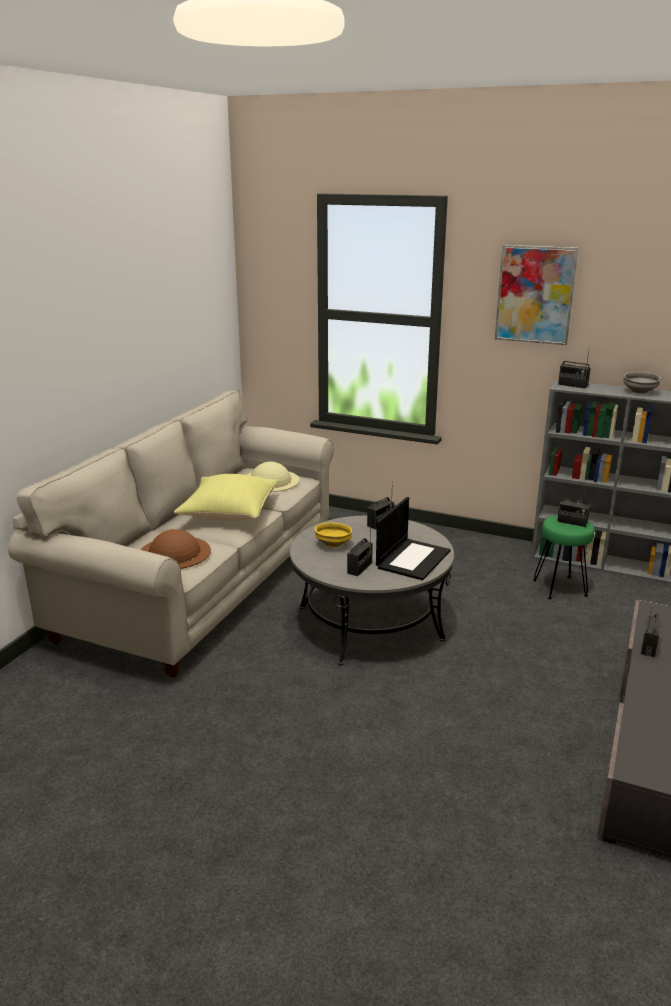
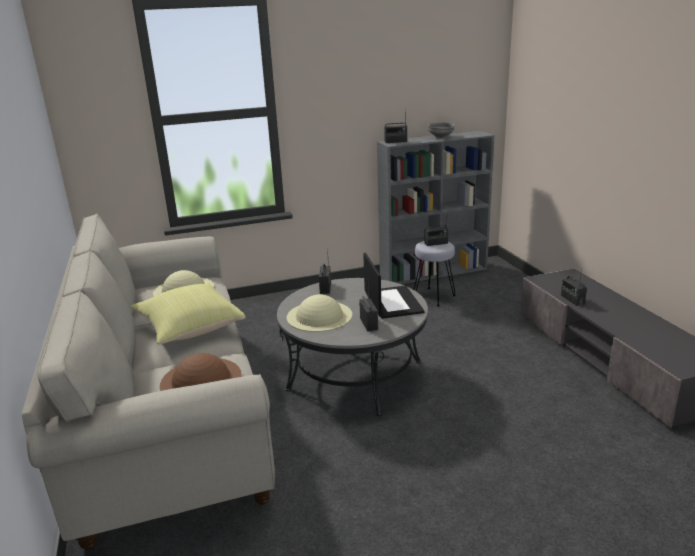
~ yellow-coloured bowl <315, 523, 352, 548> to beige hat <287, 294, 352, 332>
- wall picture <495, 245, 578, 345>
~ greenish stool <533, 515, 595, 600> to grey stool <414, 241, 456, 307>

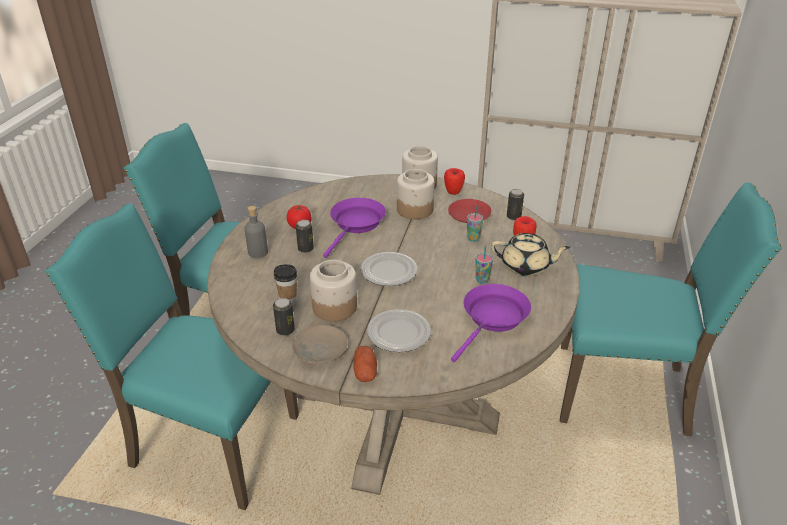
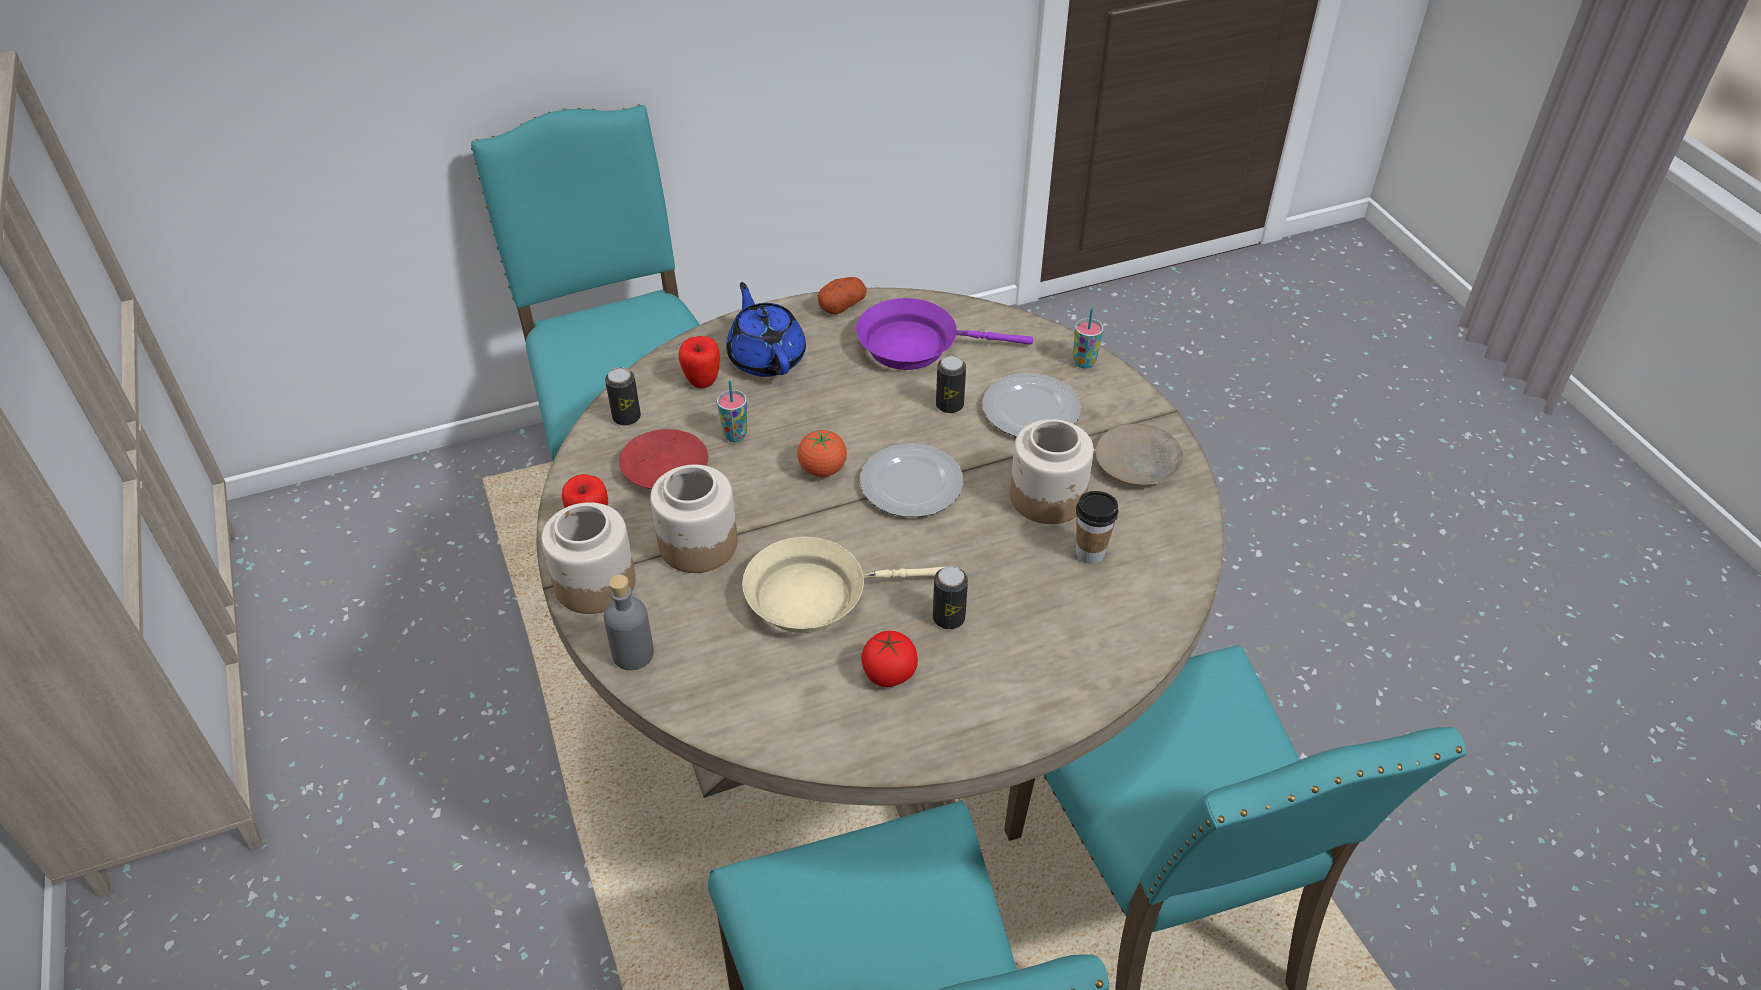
~ grey drink bottle <244, 206, 268, 258> to <604, 575, 654, 670>
~ metal can <273, 298, 295, 336> to <936, 355, 966, 413>
~ purple frying pan <323, 198, 386, 258> to beige frying pan <742, 537, 944, 633>
~ potato <353, 346, 377, 382> to <817, 277, 867, 314>
~ small cup <475, 246, 493, 284> to <1073, 308, 1104, 369>
~ beige tea pot <491, 233, 570, 276> to bluish tea pot <726, 282, 806, 377>
+ whole tomato <797, 430, 847, 477>

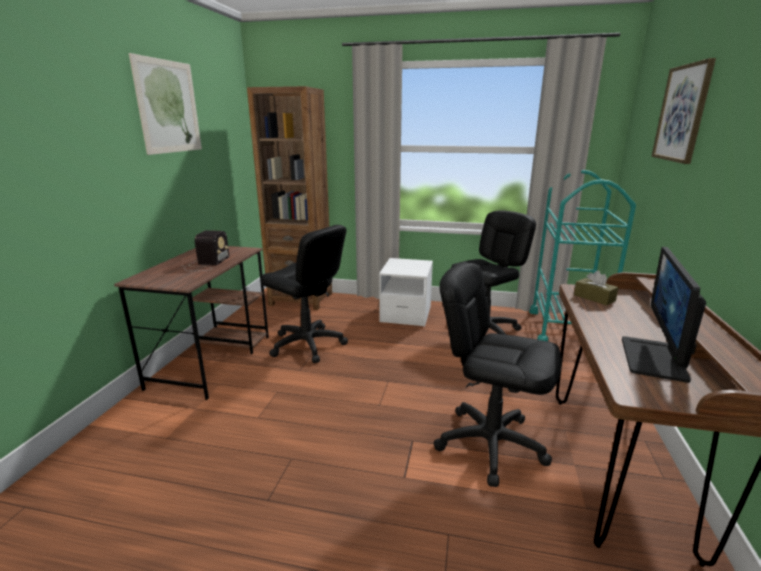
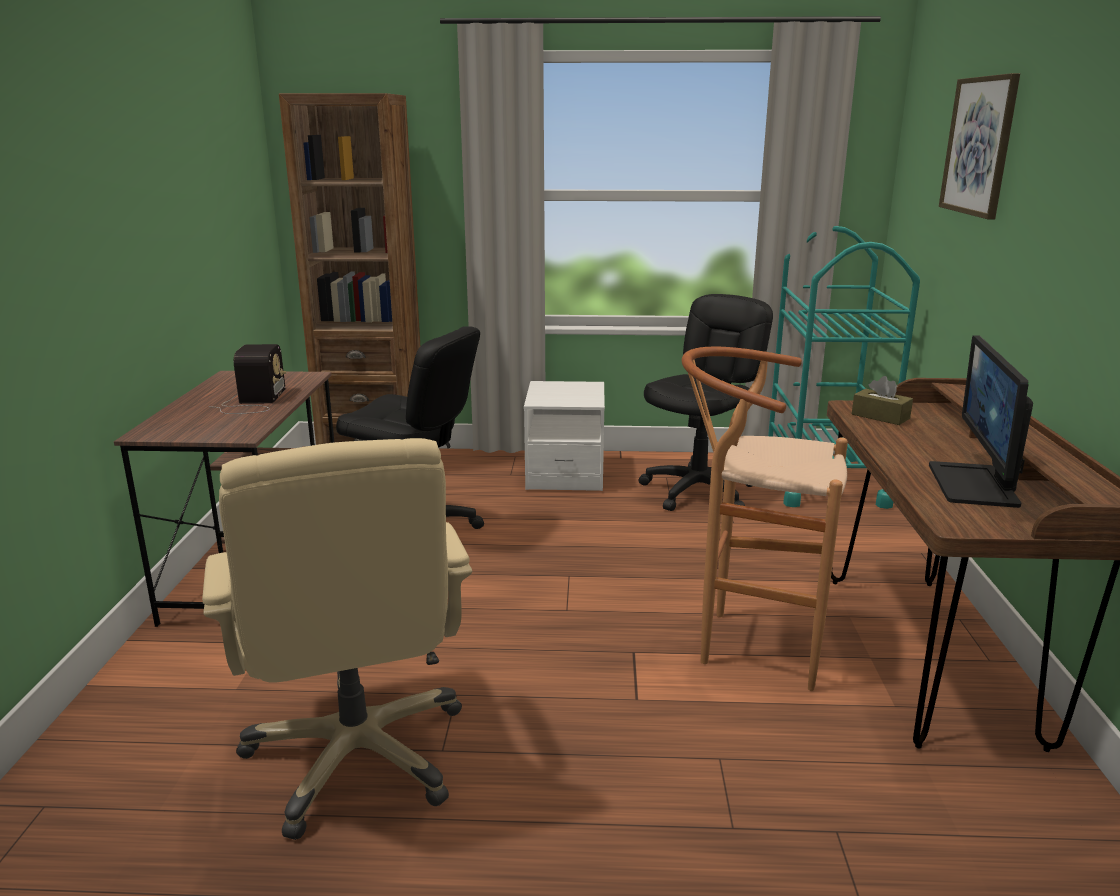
- wall picture <129, 53, 202, 155>
~ blackish office chair <434, 262, 562, 487> to brown stool <682, 347, 848, 691>
+ beige office chair <202, 438, 472, 840>

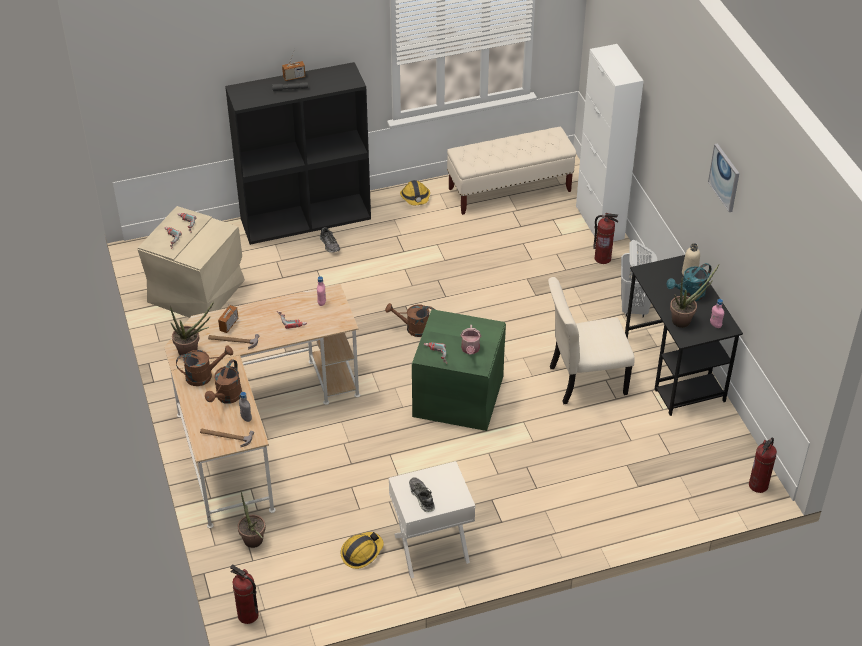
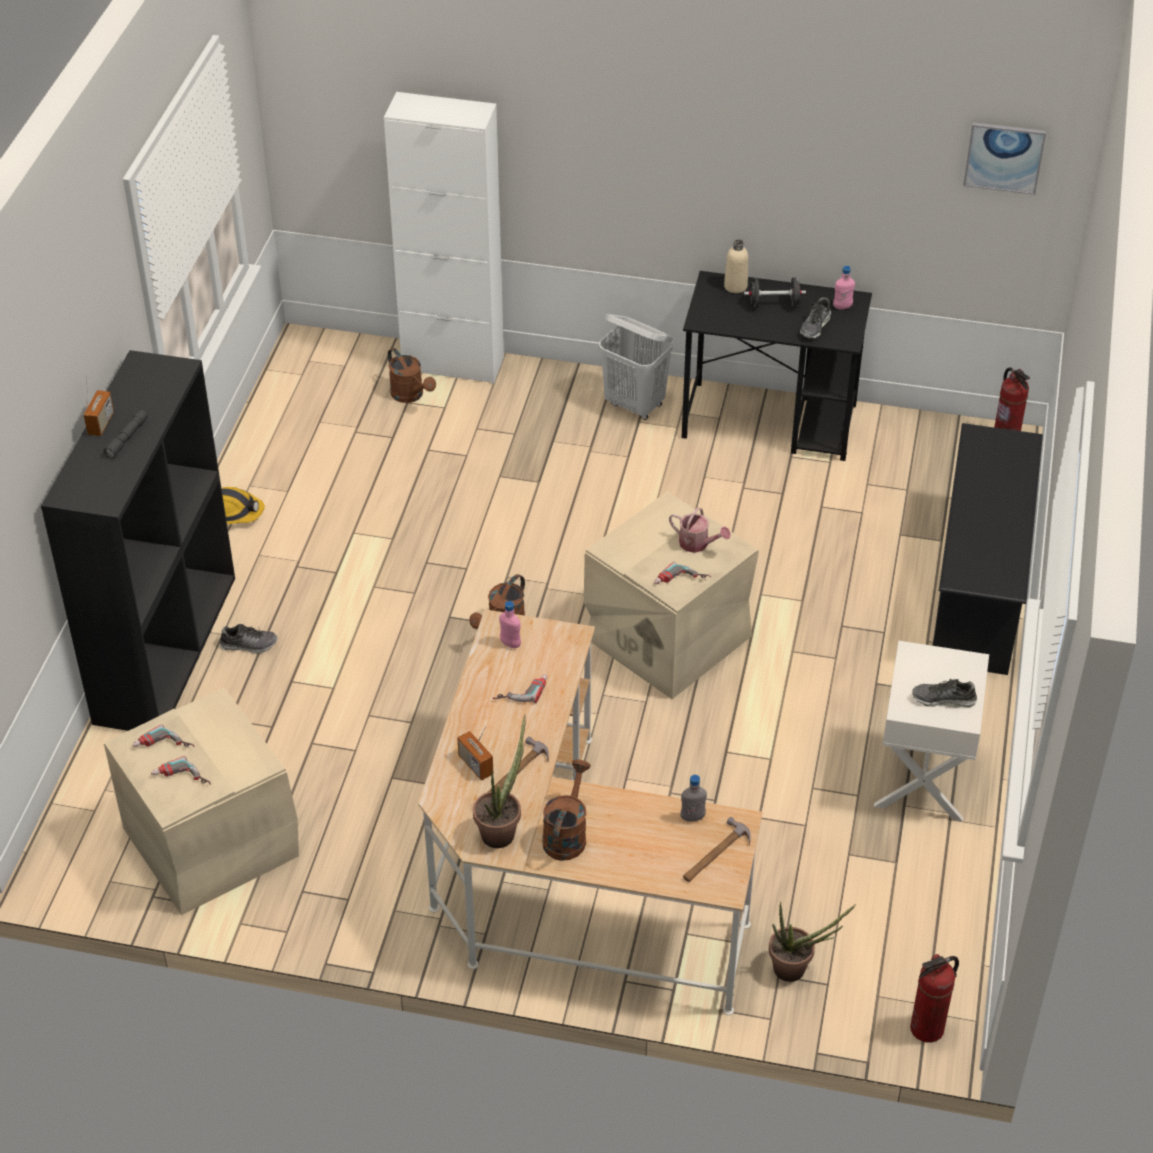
~ brown watering can <205, 359, 242, 404> to <388, 348, 436, 403>
- safety helmet <341, 532, 384, 569>
~ greenish storage bin <412, 309, 506, 431> to beige storage bin <584, 492, 759, 699>
- beige indoor bench <447, 127, 576, 215>
- beige upright chair <548, 277, 635, 405>
- fire extinguisher <593, 213, 618, 264>
~ blue-green watering can <666, 263, 711, 301> to blackish hand weight <744, 278, 806, 308>
~ houseplant <670, 265, 719, 328> to low shoe <800, 297, 831, 339>
~ wall picture <708, 143, 739, 212> to <963, 122, 1046, 195>
+ blackish shoe rack <932, 423, 1043, 675>

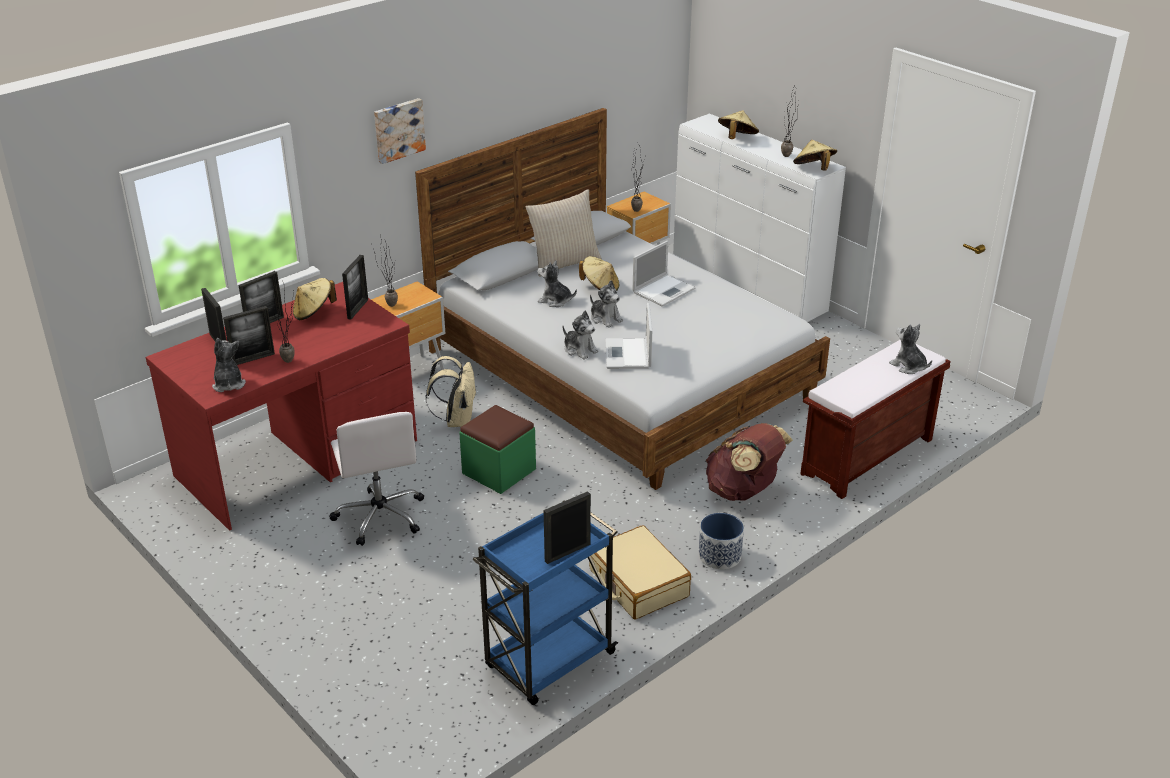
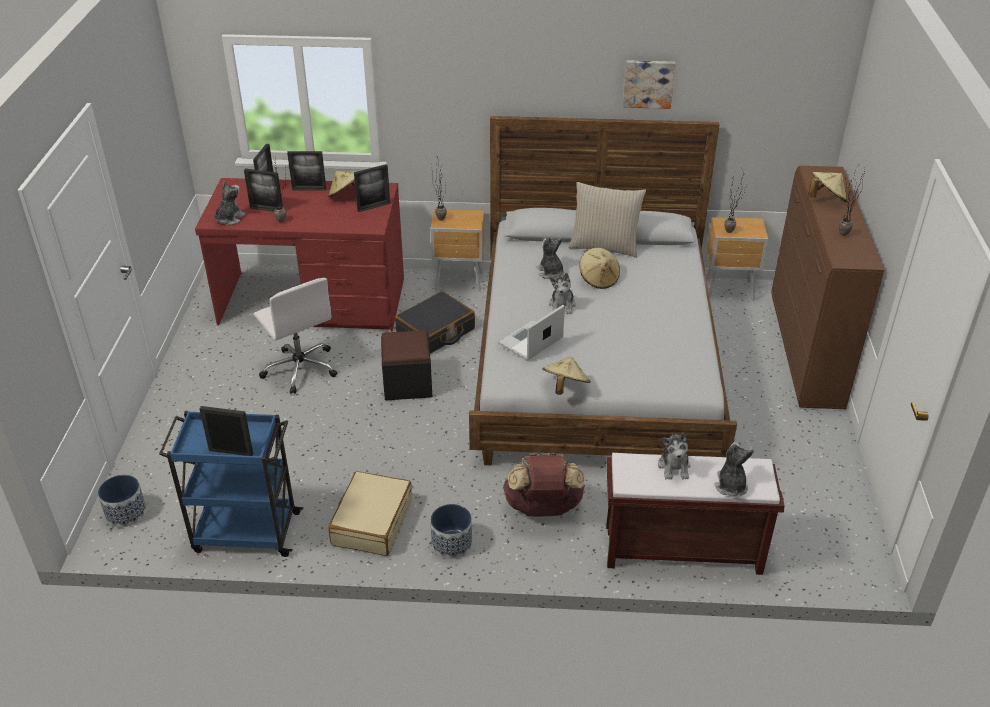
~ white office chair <329, 412, 424, 546> = <254, 278, 337, 394> 60 degrees counterclockwise
~ wall picture <374, 98, 426, 164> to <623, 60, 676, 109>
~ beige rucksack <425, 356, 477, 427> to blackish piece of luggage <395, 291, 475, 354>
~ greenish ottoman <459, 405, 536, 494> to blackish ottoman <381, 330, 432, 400>
~ cuddly toy <563, 311, 599, 360> to <658, 433, 691, 480>
- portable computer <633, 241, 696, 307>
~ white drawer chest <673, 113, 846, 322> to brown drawer chest <772, 166, 884, 409>
~ beige hat <793, 140, 837, 171> to <542, 357, 591, 395>
+ plant pot <98, 475, 146, 527>

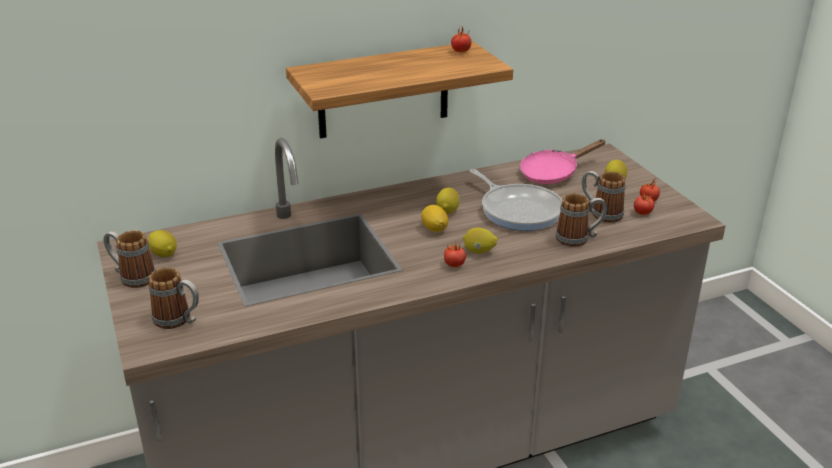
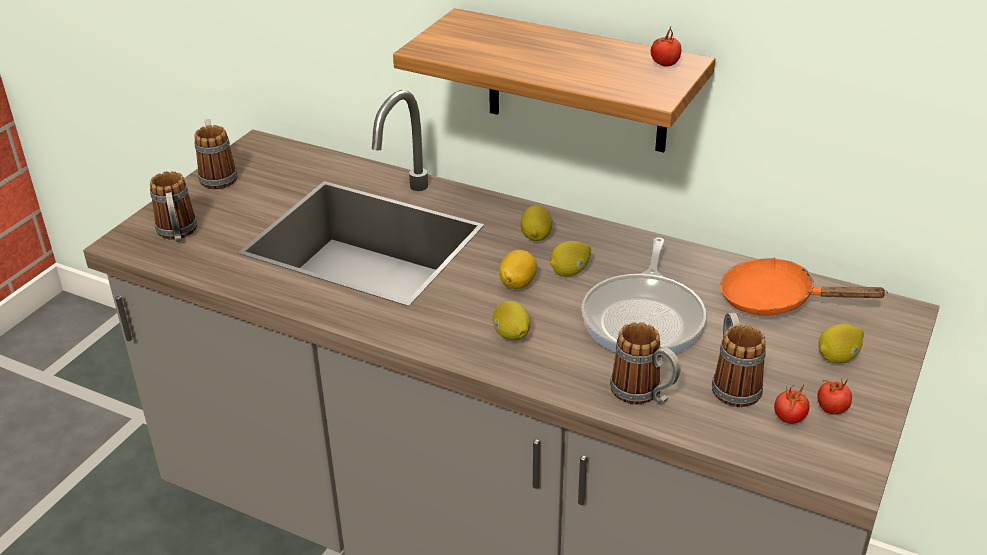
~ whole lemon <148, 230, 177, 257> to <521, 205, 553, 241>
- whole tomato <444, 244, 466, 267>
~ pink frying pan <520, 139, 606, 184> to orange frying pan <720, 258, 888, 315>

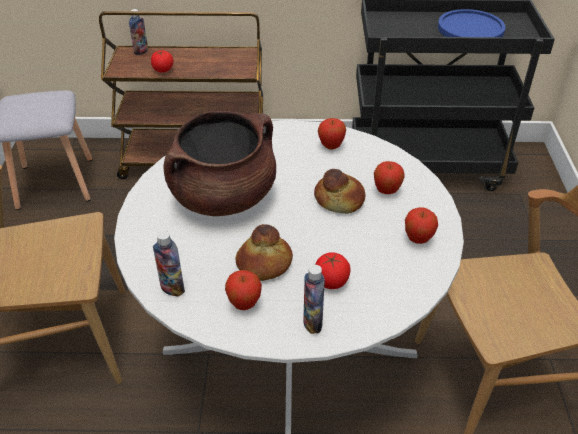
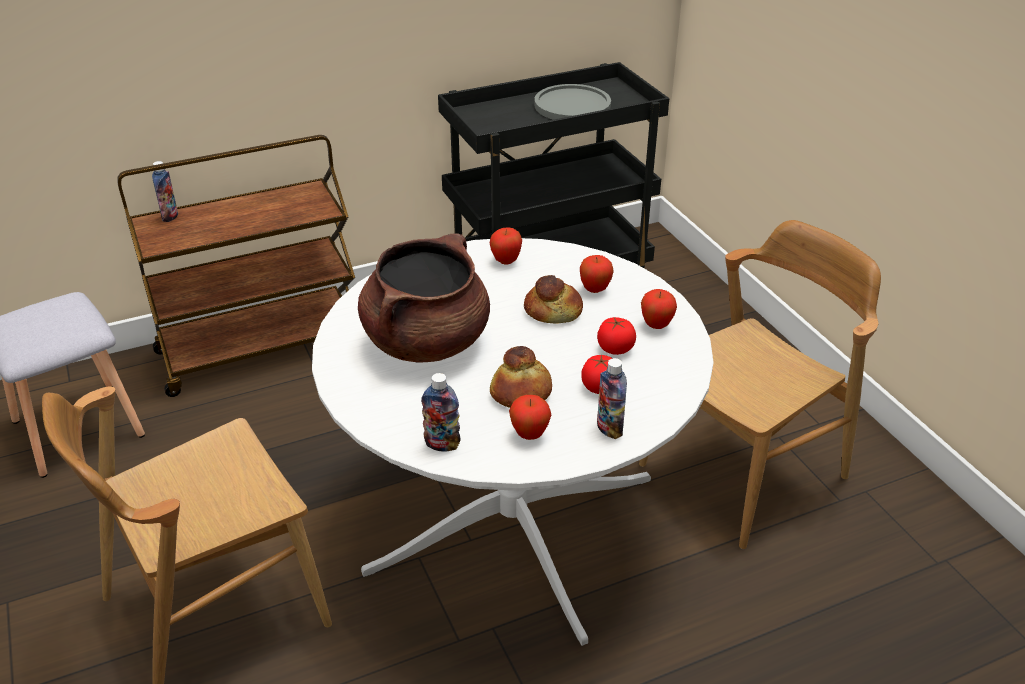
~ whole tomato <151, 50, 173, 73> to <597, 317, 636, 355>
~ bluish flat dish <438, 9, 505, 37> to grey flat dish <534, 84, 611, 120>

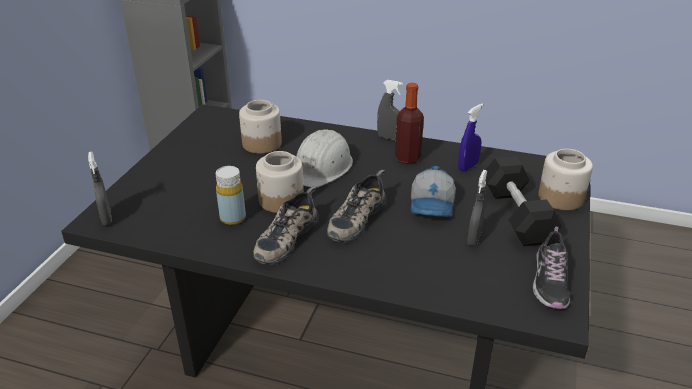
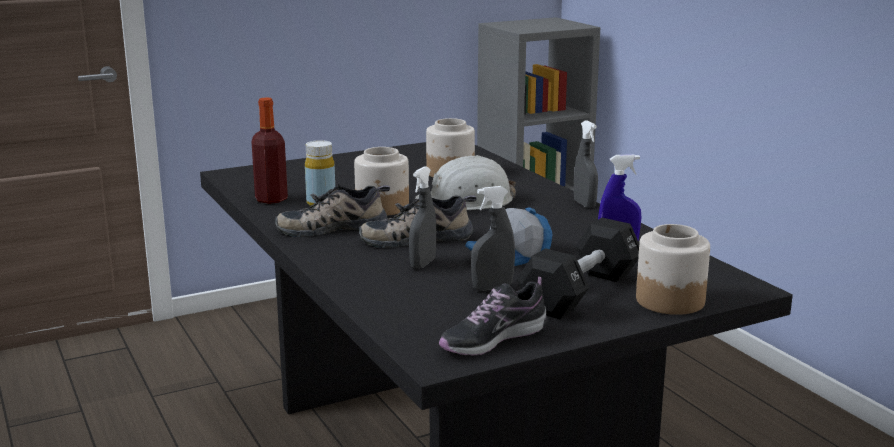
~ grey sprayer <88, 152, 112, 226> to <409, 166, 436, 269>
~ drink bottle <395, 83, 424, 164> to <251, 97, 288, 204>

